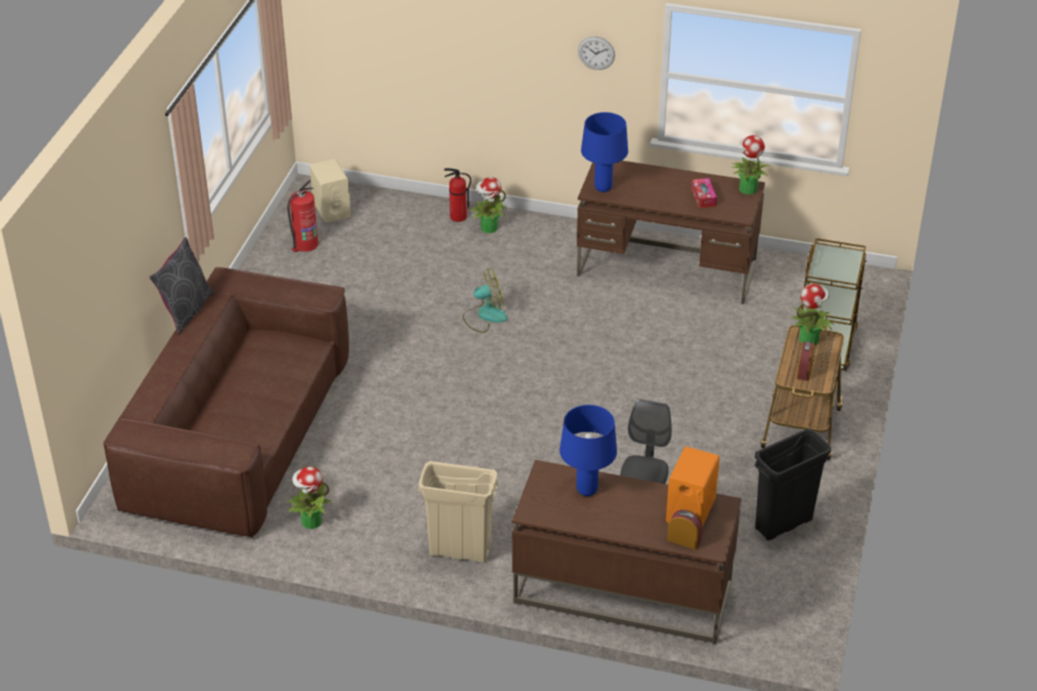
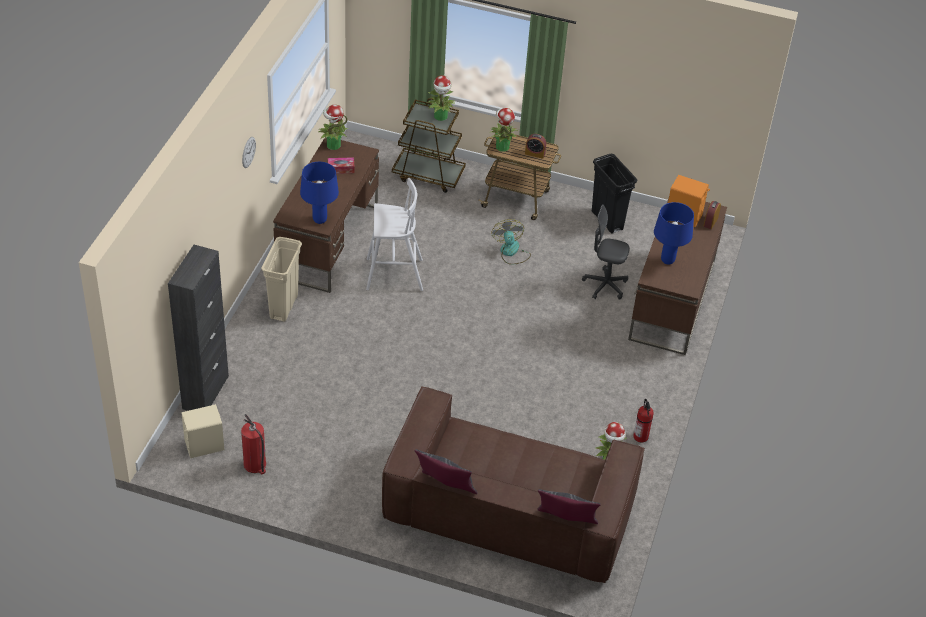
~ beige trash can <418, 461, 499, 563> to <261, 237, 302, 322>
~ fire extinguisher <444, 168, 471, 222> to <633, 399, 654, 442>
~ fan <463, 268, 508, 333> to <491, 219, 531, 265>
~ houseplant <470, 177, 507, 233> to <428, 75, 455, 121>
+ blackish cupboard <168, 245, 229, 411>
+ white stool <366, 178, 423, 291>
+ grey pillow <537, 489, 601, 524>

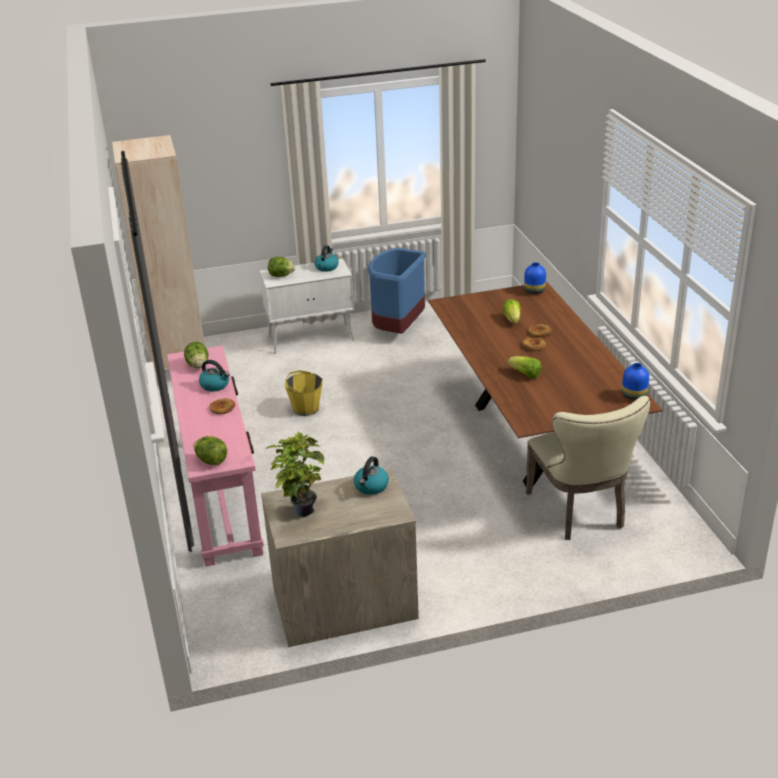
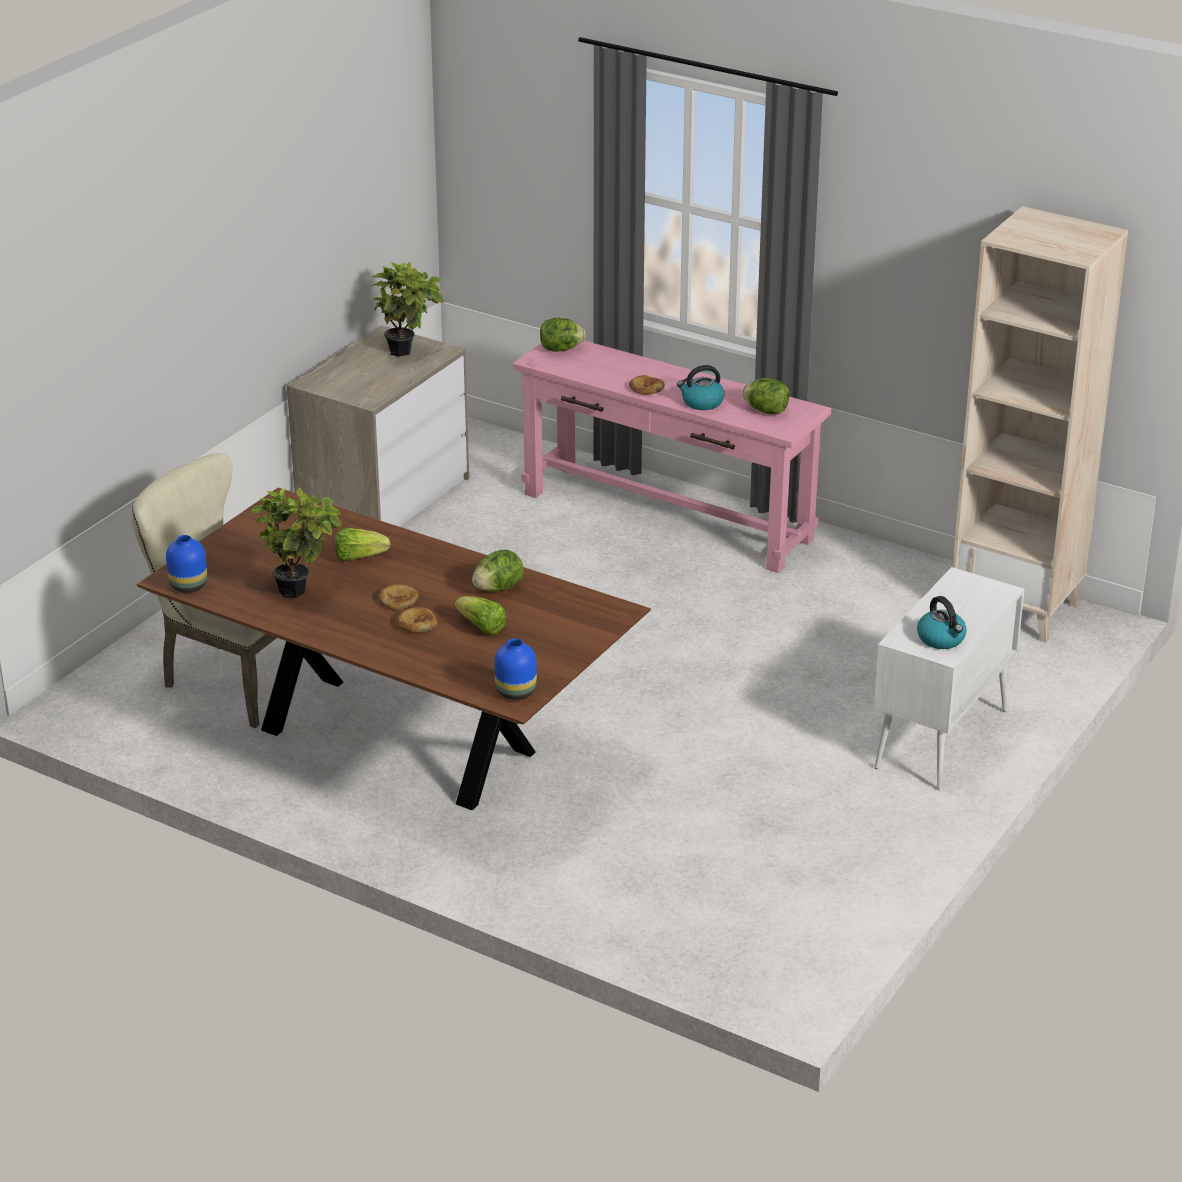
~ lettuce head <268, 257, 295, 277> to <472, 550, 524, 592>
- yellow-coloured water bucket <285, 370, 322, 416>
- tea kettle <354, 456, 389, 495>
- bluish trash can <368, 248, 426, 334>
+ houseplant <250, 488, 342, 598>

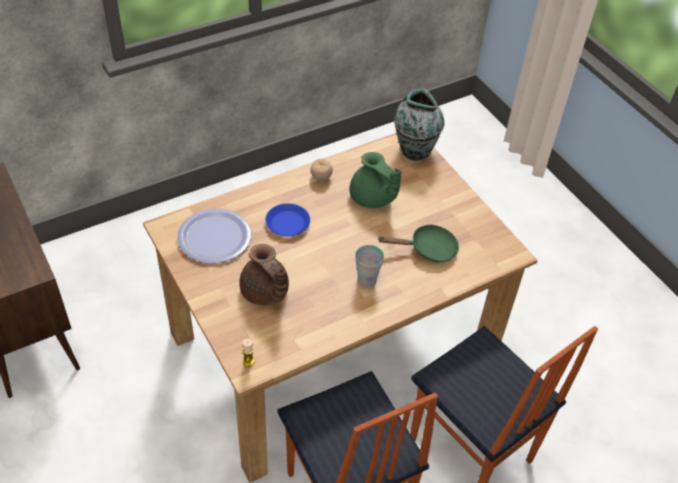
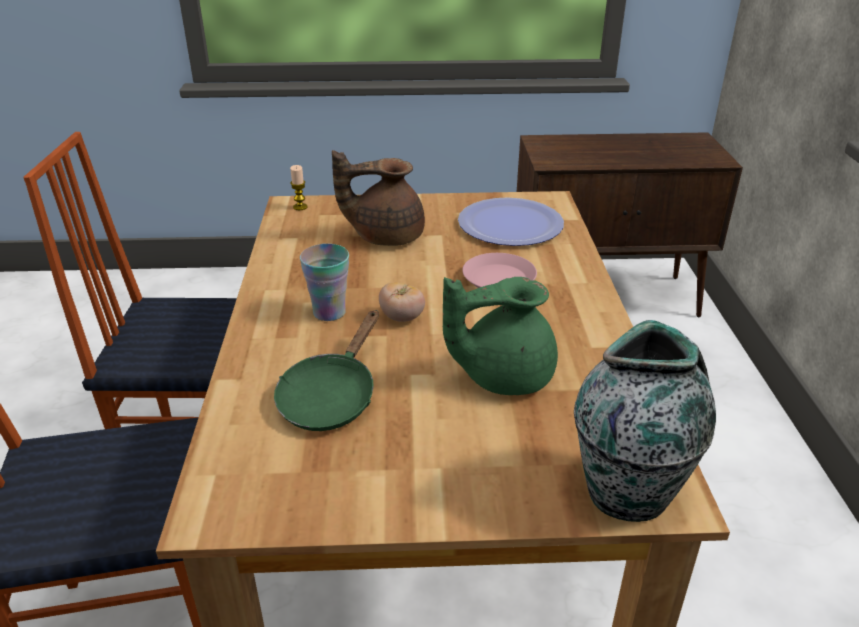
~ bluish flat dish <265, 203, 310, 237> to pink flat dish <462, 253, 537, 288>
~ whole tomato <311, 159, 333, 181> to <379, 282, 425, 322>

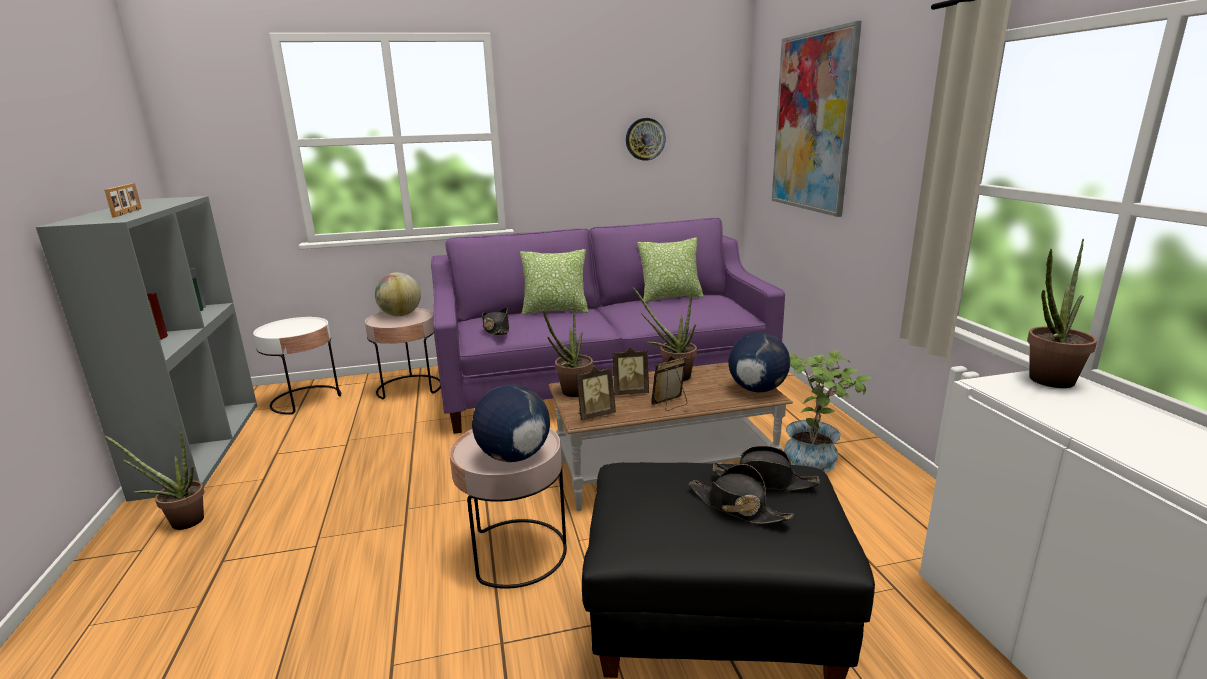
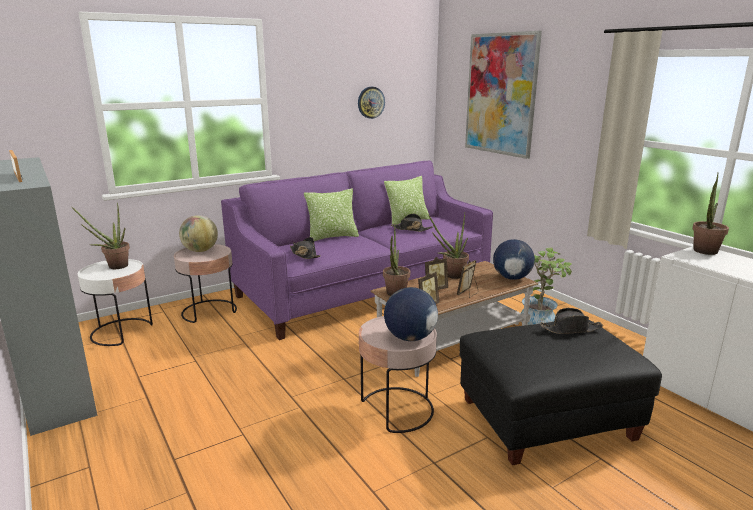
~ houseplant <103, 427, 204, 530> to <72, 202, 130, 269>
~ blackish hat <689, 464, 794, 524> to <391, 214, 433, 232>

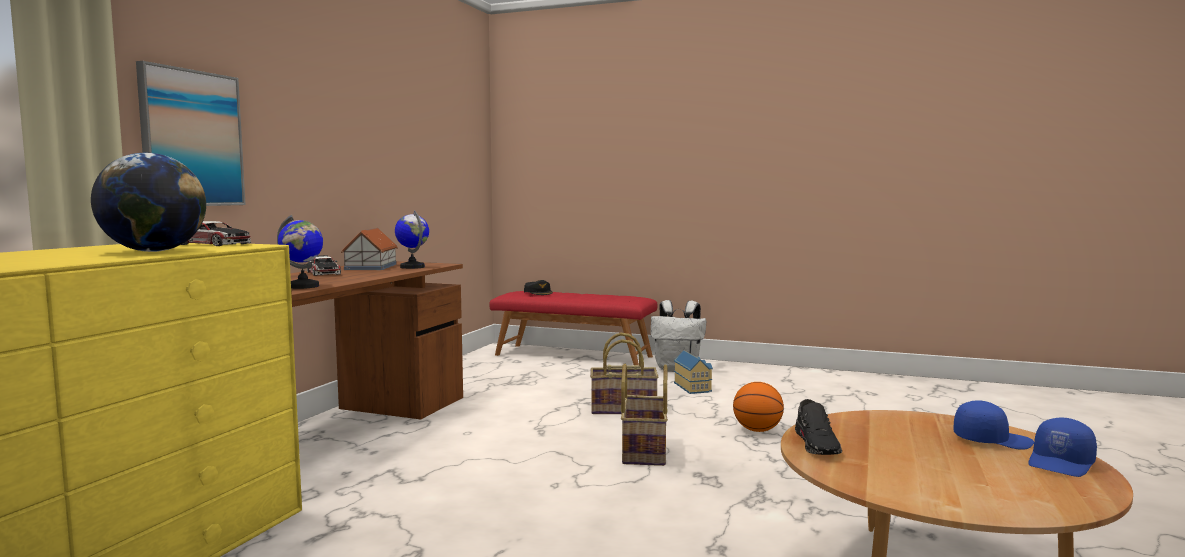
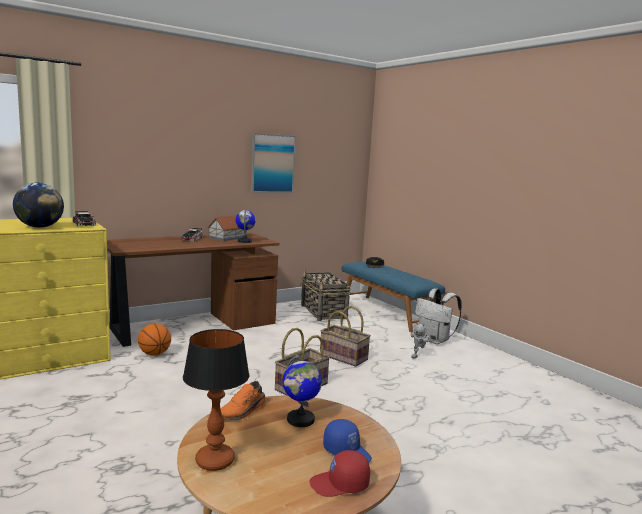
~ wall picture <136, 61, 246, 206> to <251, 133, 296, 193>
~ desk globe <277, 215, 323, 289> to <282, 354, 322, 427>
~ reddish indoor bench <489, 291, 658, 365> to bluish indoor bench <342, 261, 445, 332>
~ model house <674, 350, 713, 394> to model robot <411, 322, 430, 358>
~ basketball ball <733, 382, 784, 432> to <138, 323, 171, 356>
~ blackish low shoe <795, 399, 842, 455> to orange low shoe <221, 381, 266, 420>
~ bluish peaked cap <1029, 418, 1097, 477> to reddish peaked cap <310, 450, 370, 497>
+ table lamp <183, 329, 249, 471>
+ storage basket <301, 271, 351, 321>

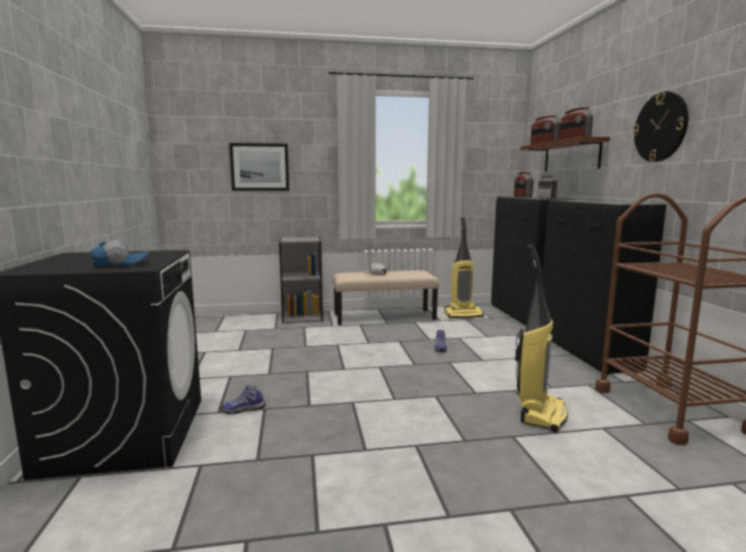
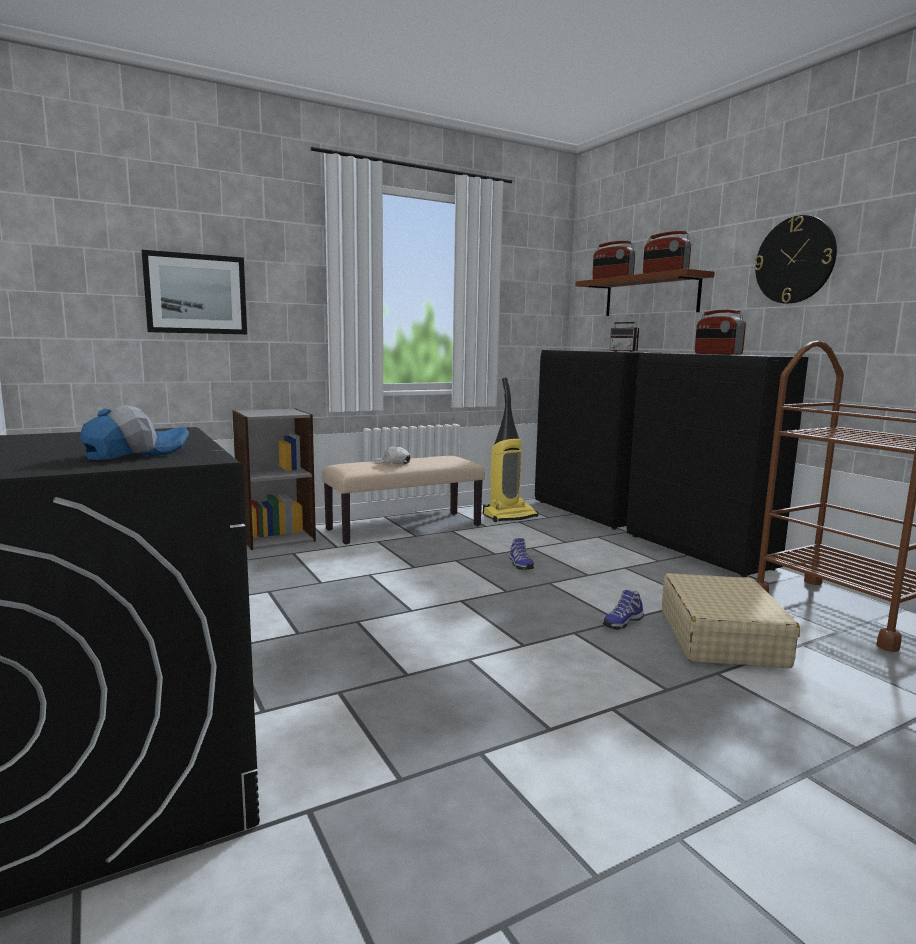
~ low shoe <221, 385, 266, 414> to <603, 590, 644, 630>
~ radio set <514, 172, 533, 198> to <695, 310, 746, 355>
~ vacuum cleaner <515, 245, 568, 432> to beige piece of luggage <662, 573, 800, 668>

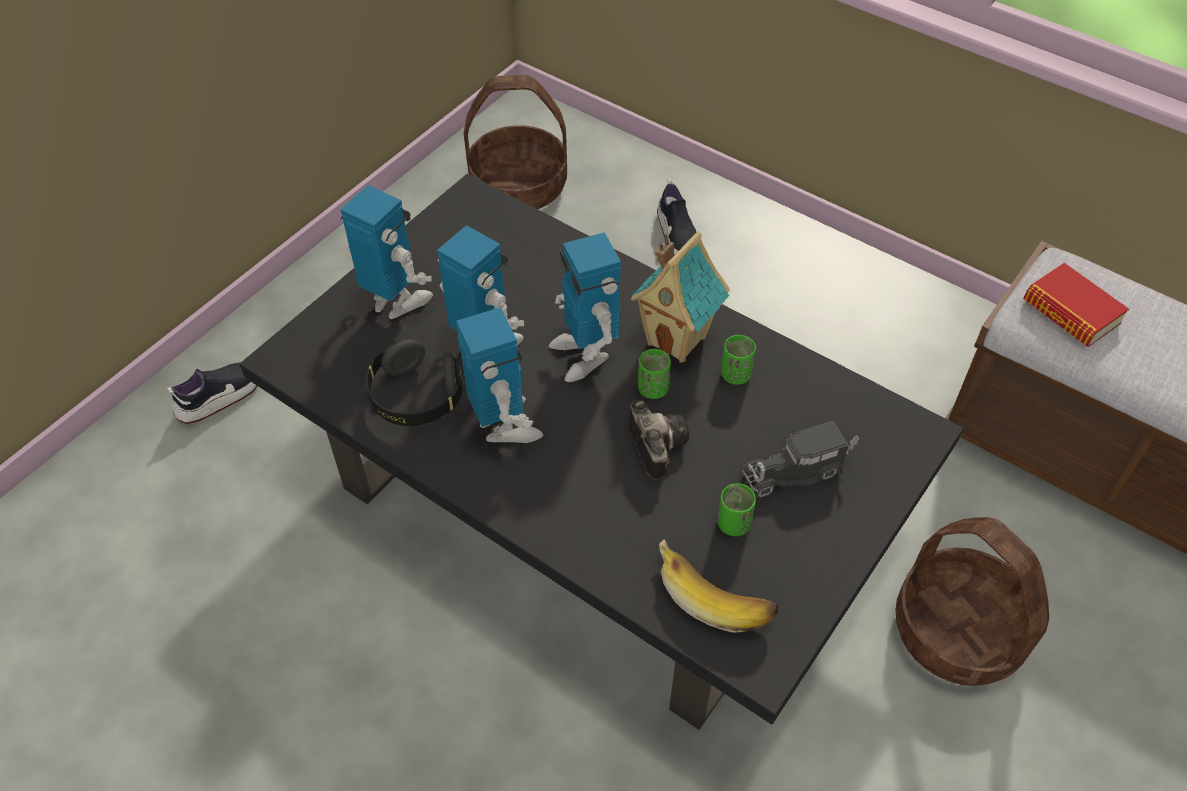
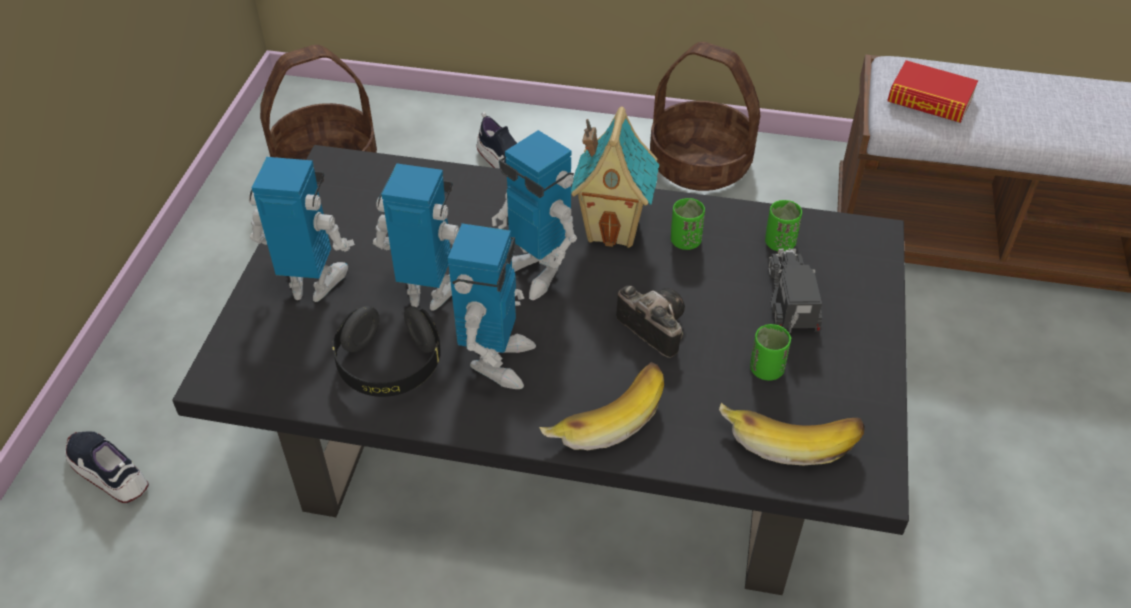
~ low shoe <167, 362, 257, 424> = <65, 431, 149, 503> 75 degrees counterclockwise
~ model robot <456, 307, 543, 443> = <448, 223, 536, 389> 60 degrees clockwise
~ greenish small cup <638, 349, 671, 399> to <765, 200, 802, 251>
~ toy lorry <742, 420, 859, 498> = <768, 248, 822, 333> 135 degrees clockwise
~ storage basket <895, 517, 1049, 686> to <650, 42, 760, 191>
+ whole banana <539, 362, 664, 450>

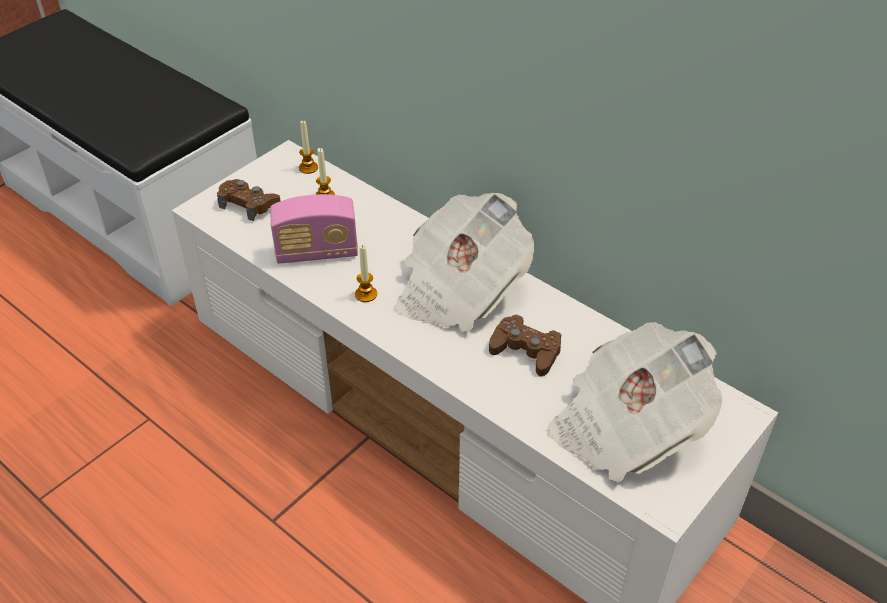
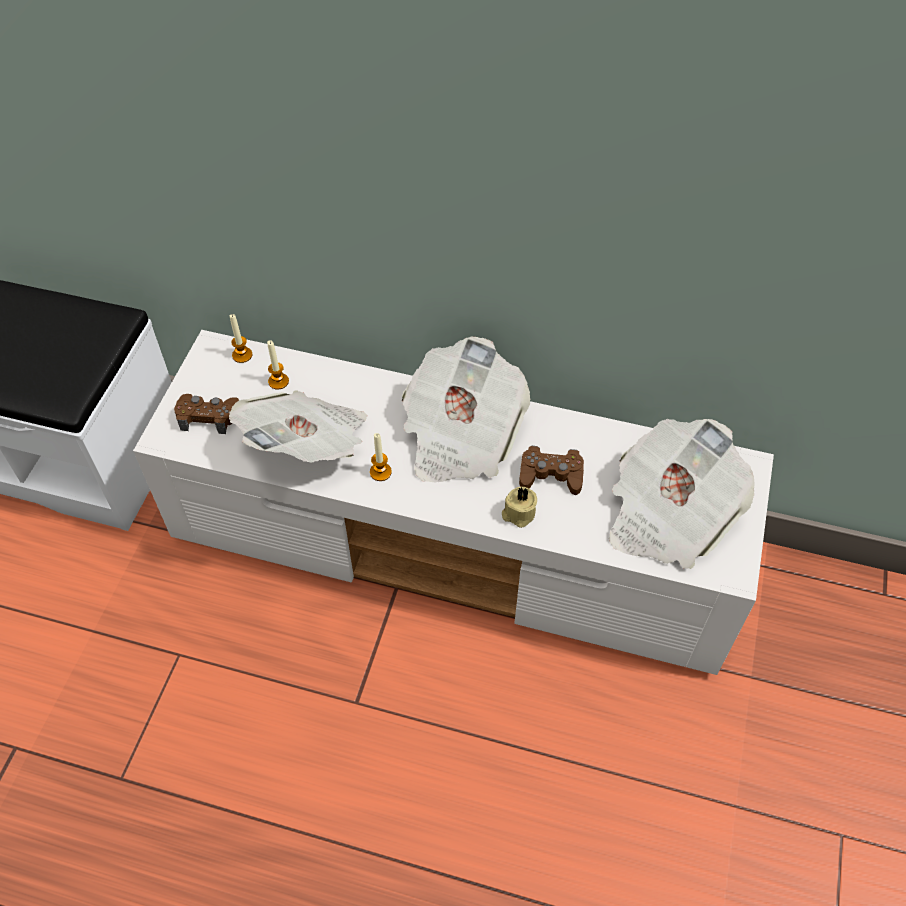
~ radio set <270, 194, 358, 264> to newspaper <229, 391, 367, 462>
+ beige wax light <502, 487, 537, 528>

